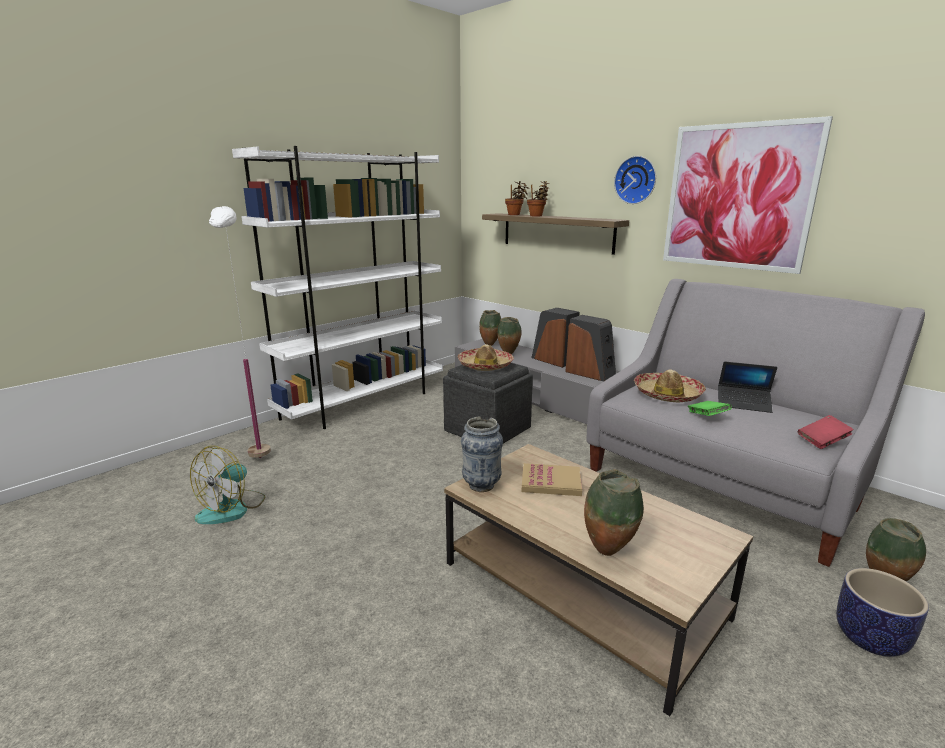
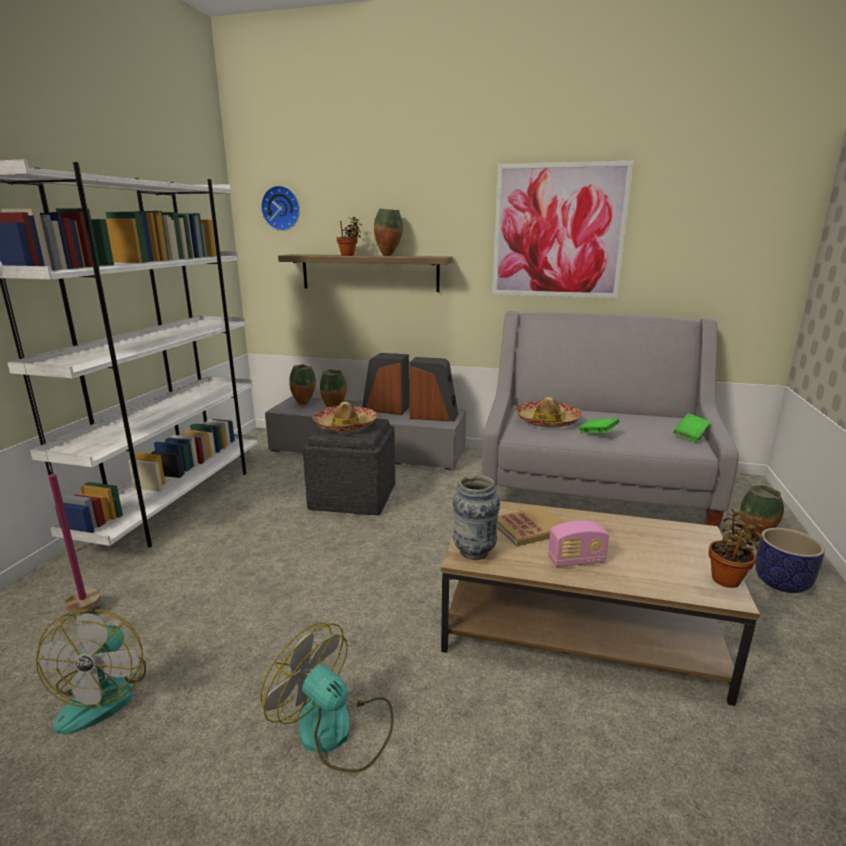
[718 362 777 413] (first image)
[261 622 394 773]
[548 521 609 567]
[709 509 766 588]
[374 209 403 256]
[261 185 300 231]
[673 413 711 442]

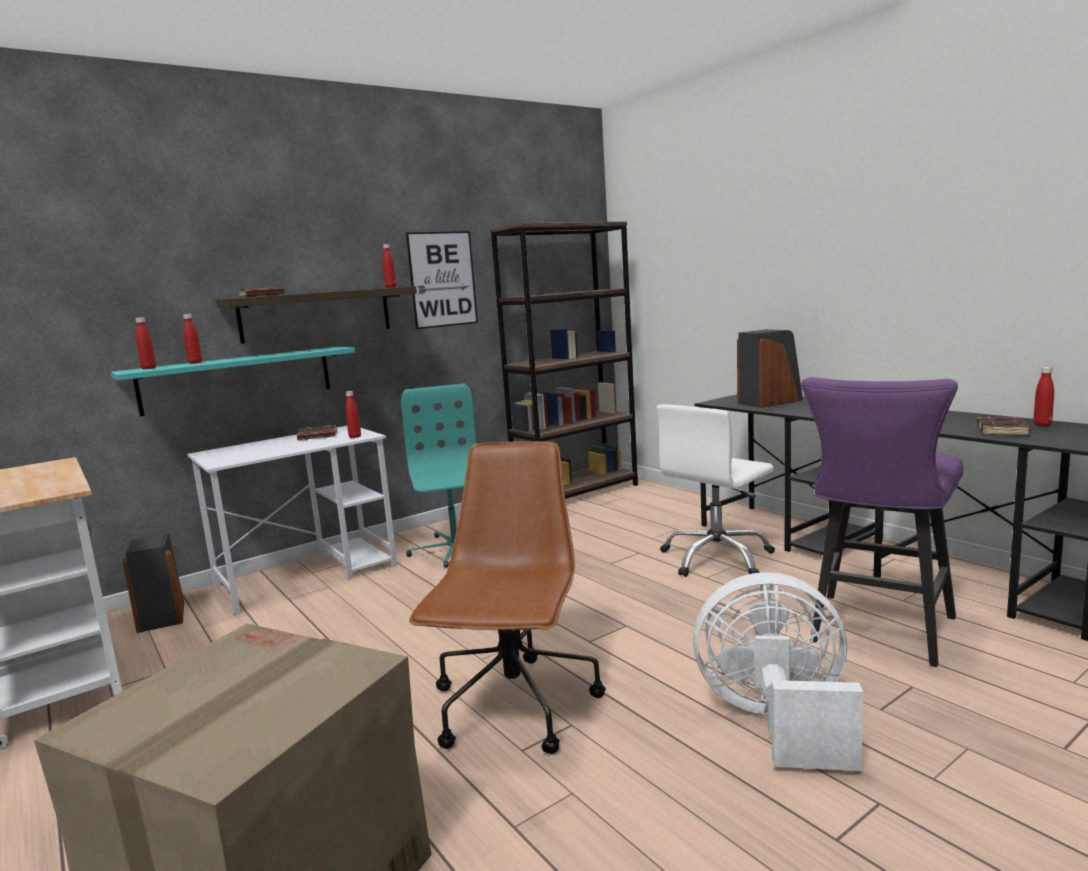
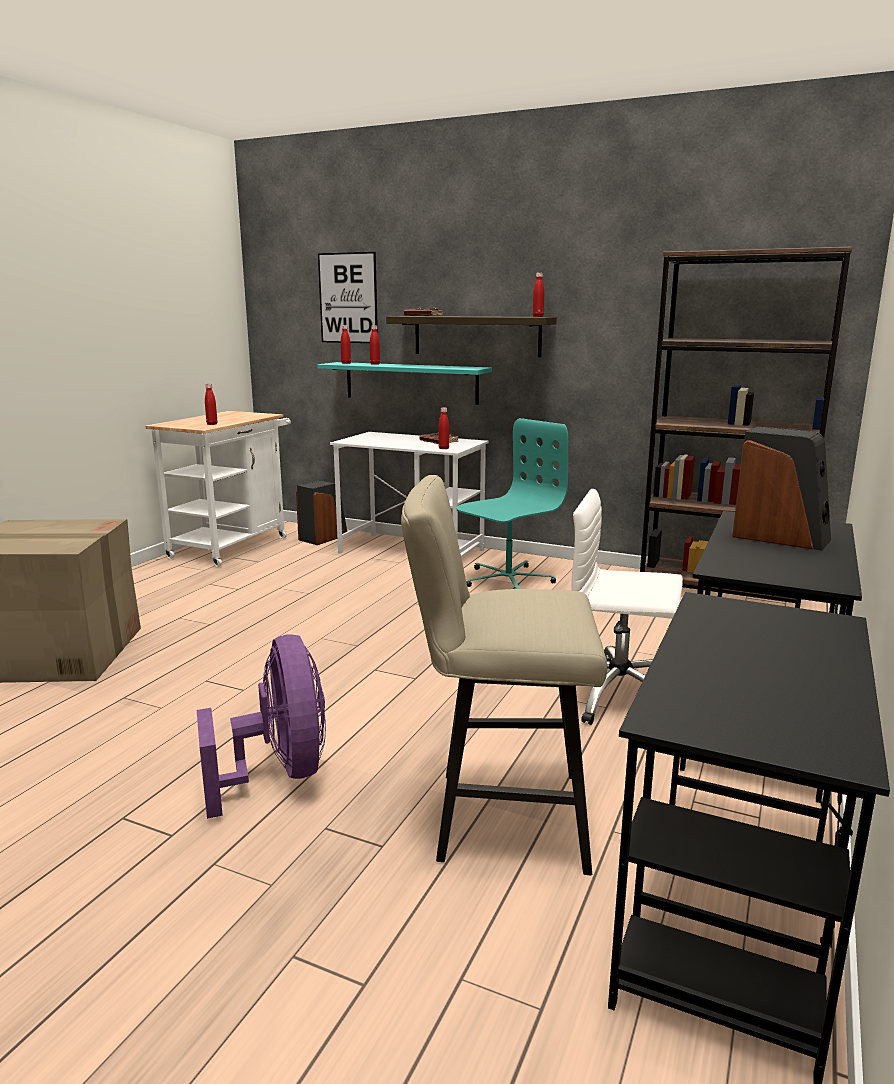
[409 441 606 754] (first image)
[977 417 1031 435] (first image)
[318 252 378 343]
[205 384 217 425]
[197 635 326 819]
[401 475 607 875]

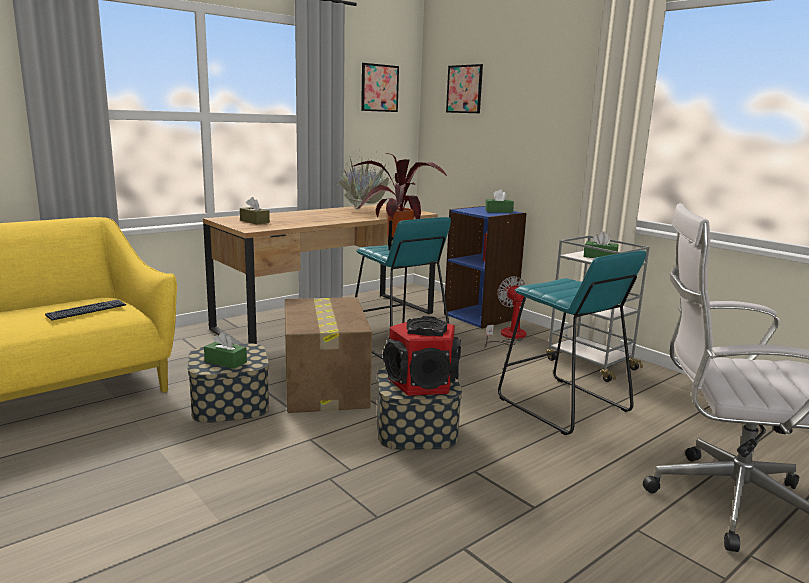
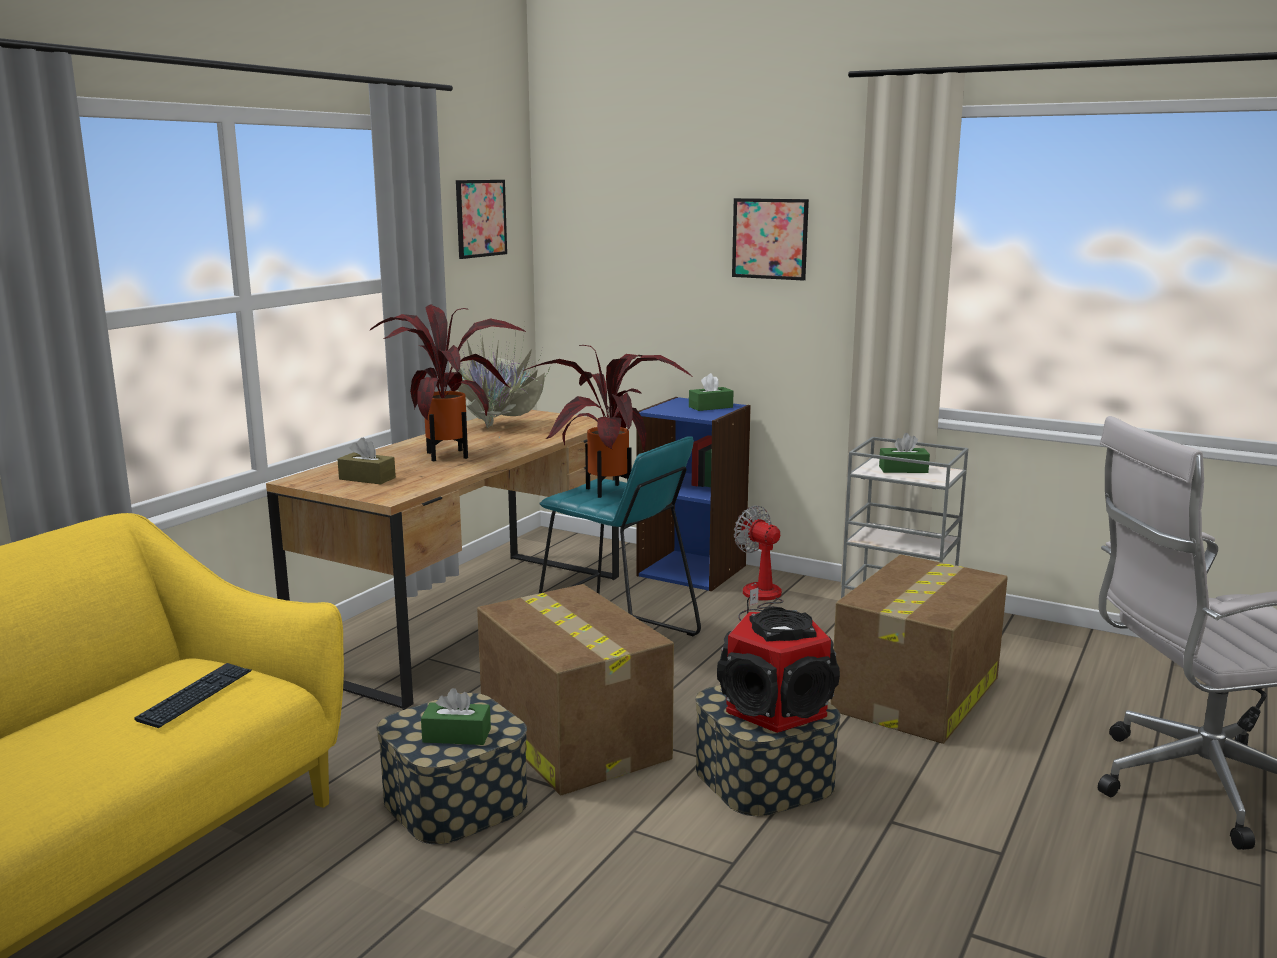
[369 304 526 461]
[732 198 809 281]
[830 555 1008 744]

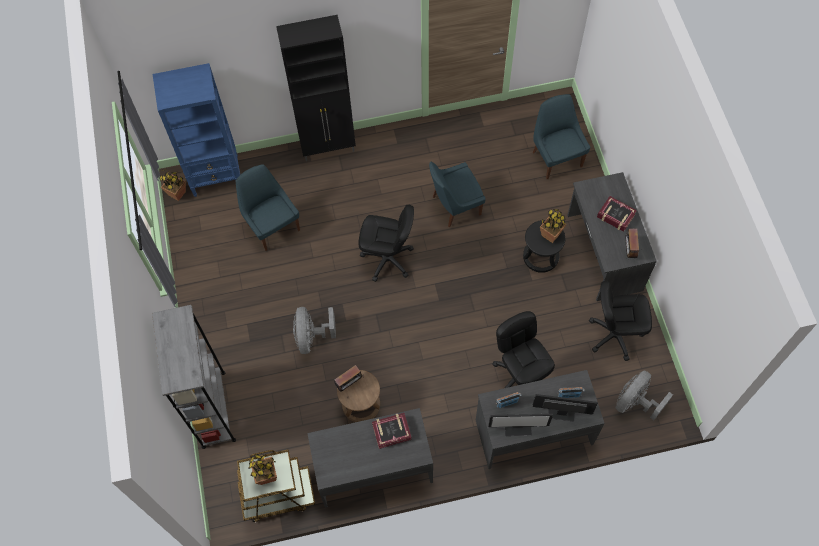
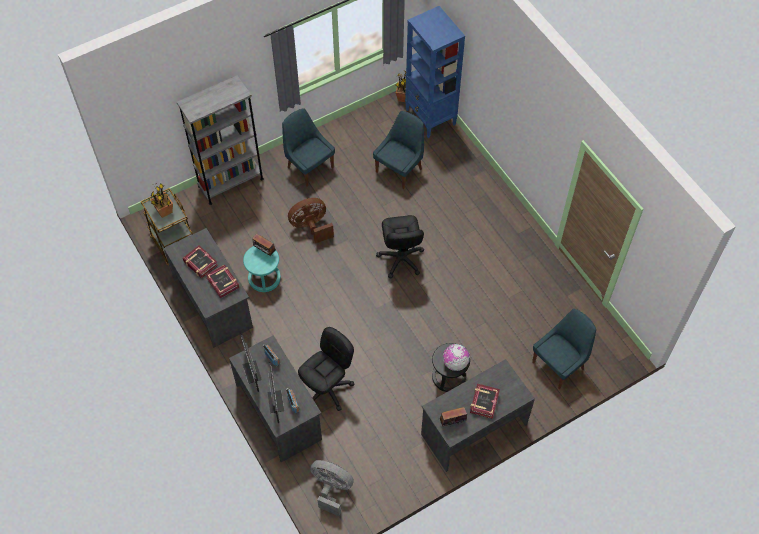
[276 15 356 161] (first image)
[589 281 652 361] (first image)
[183 245 218 278]
[282 108 335 187]
[443 344 470 371]
[288 198 334 243]
[243 246 281 292]

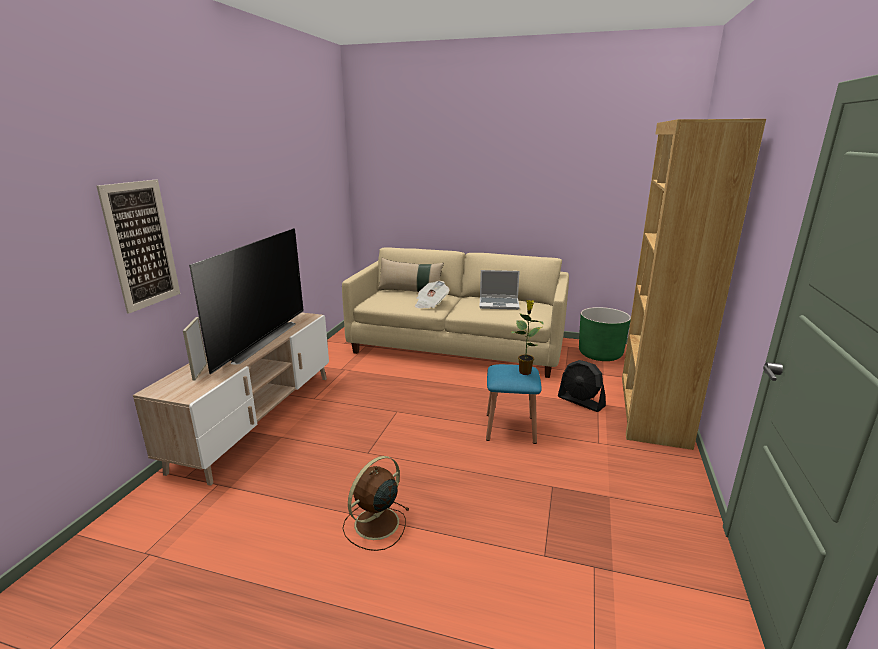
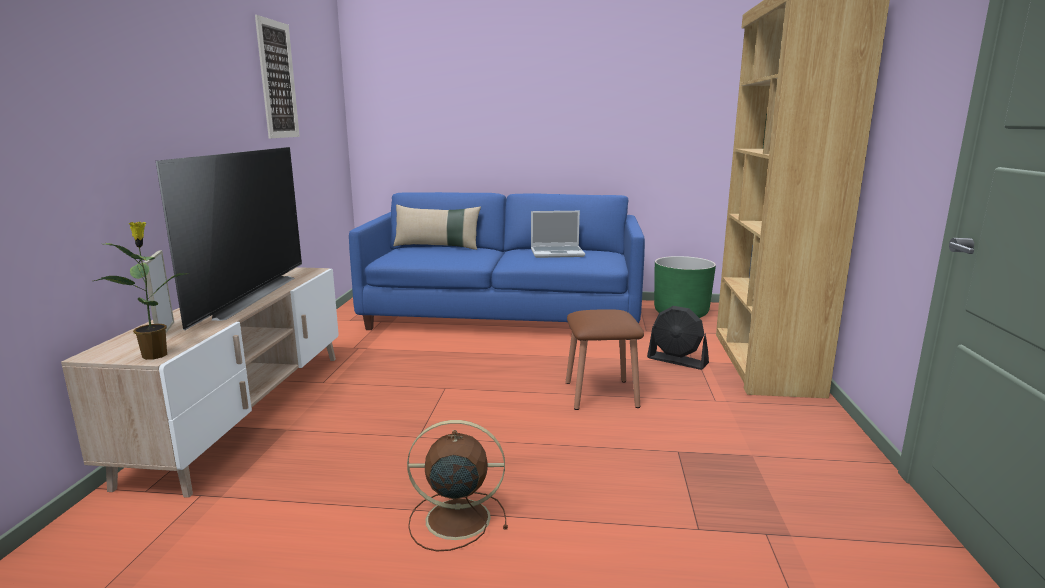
[415 281 449 308] (first image)
[255 15 300 138]
[94 222 190 360]
[349 192 645 330]
[566 309 644 410]
[407 420 508 551]

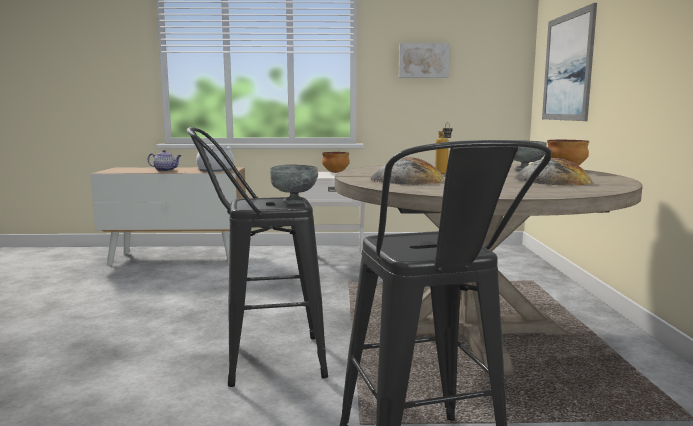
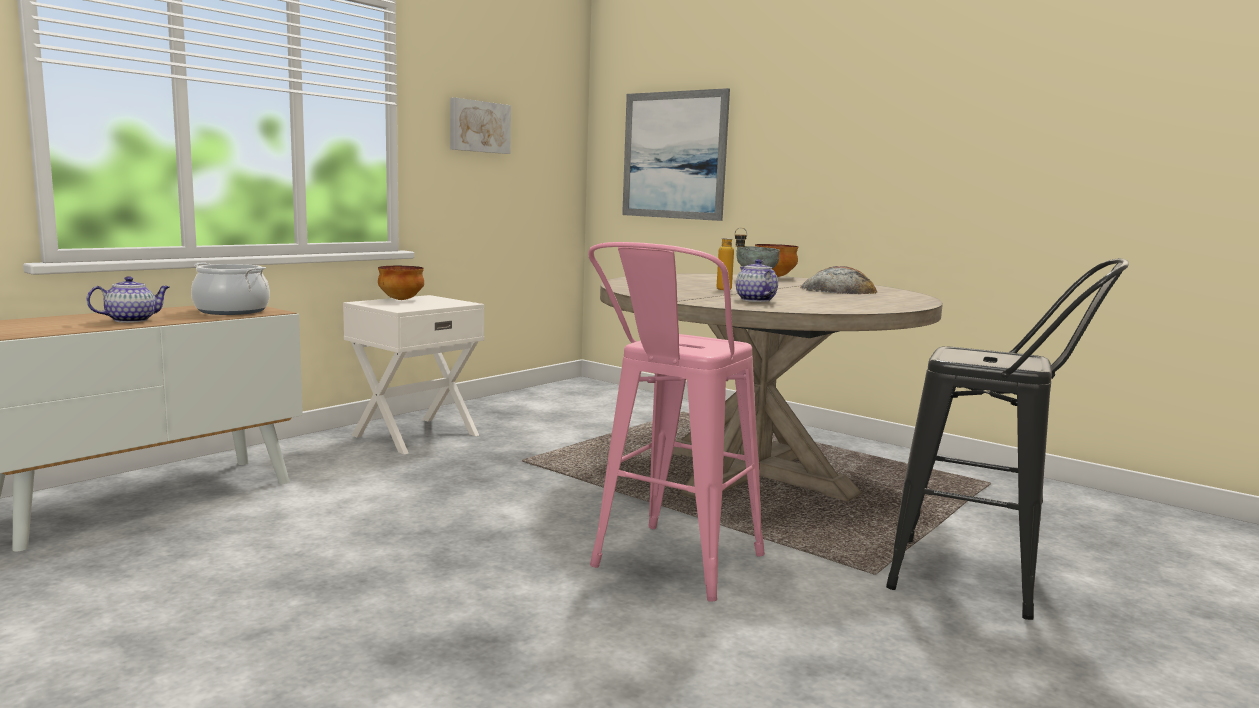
[270 164 318 204] (first image)
[736 259 778 302]
[588 242 765 602]

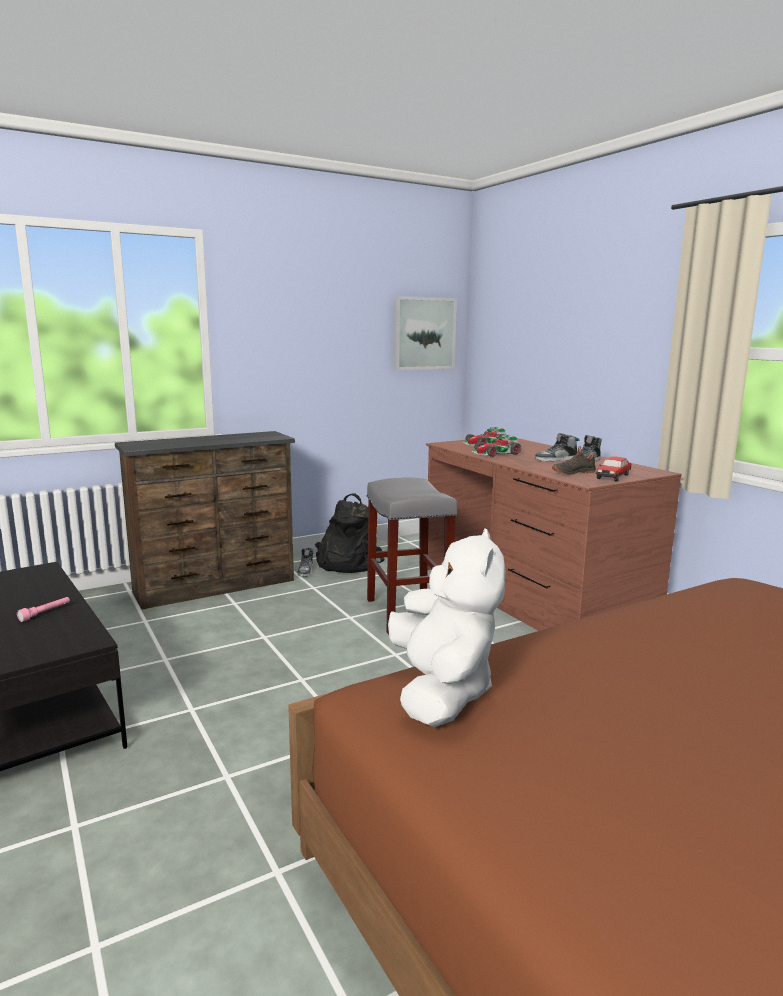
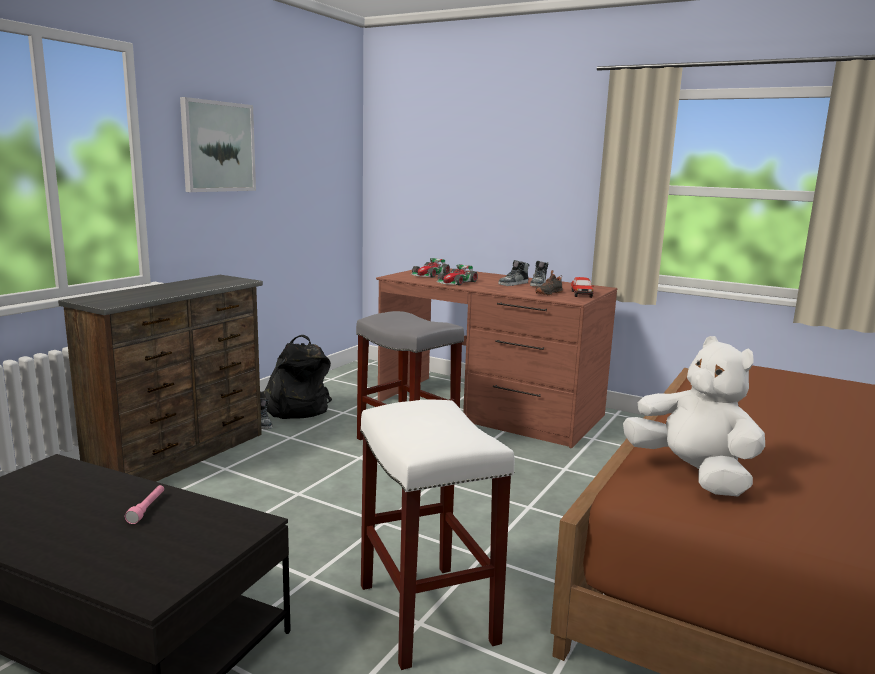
[360 400 515 670]
[180 97 256 192]

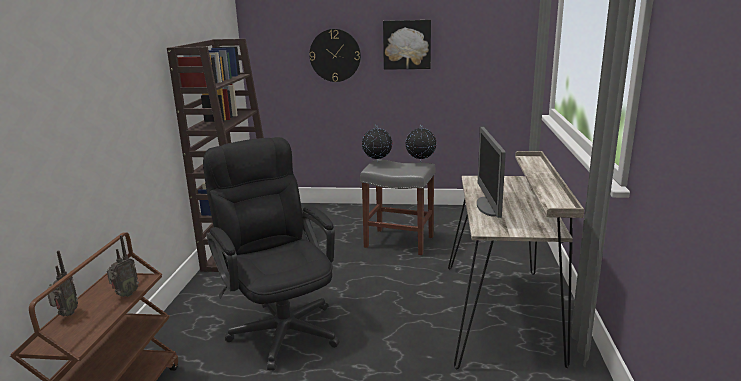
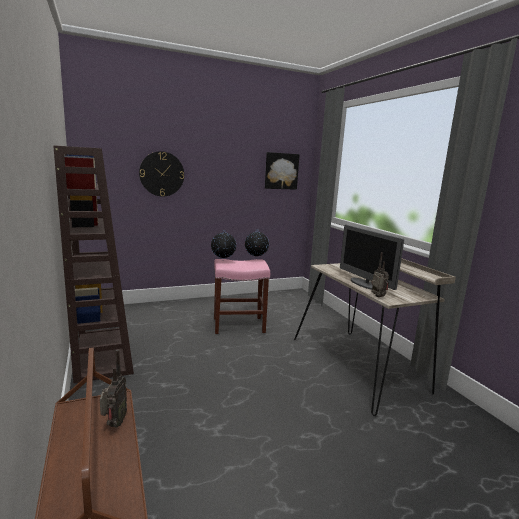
[203 137 340 370] (first image)
[371 252 389 297]
[265 152 300 190]
[214 259 270 334]

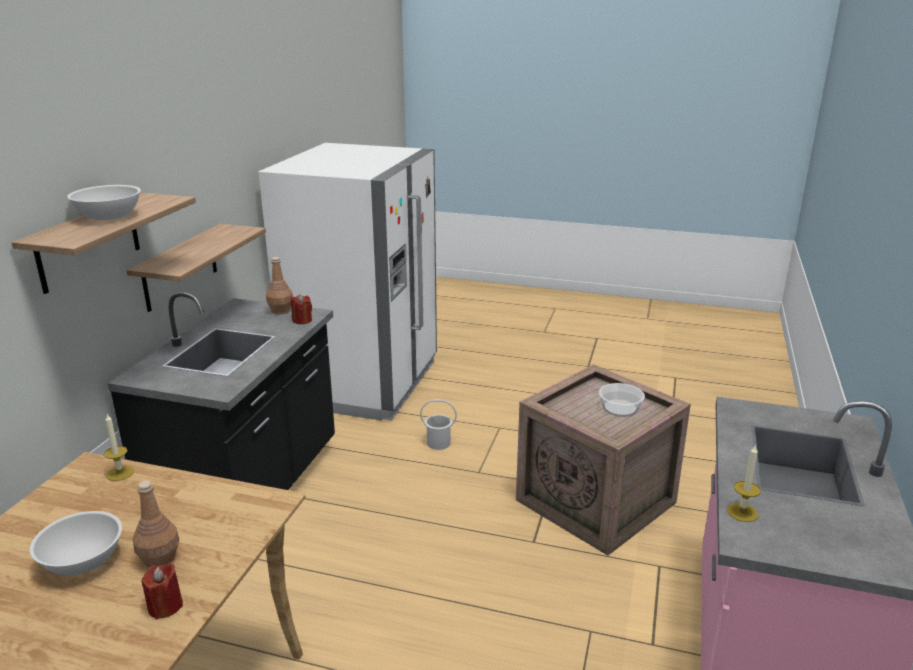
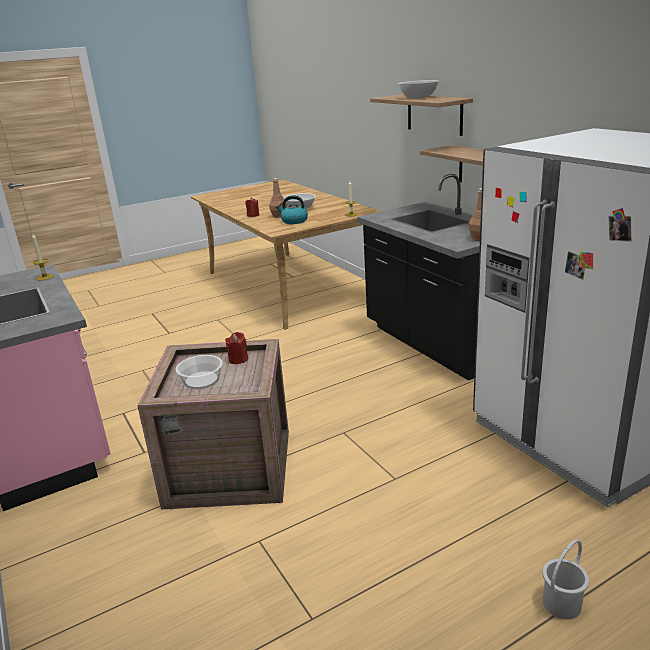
[276 195 308 224]
[225 332 248 364]
[542 540 589 620]

